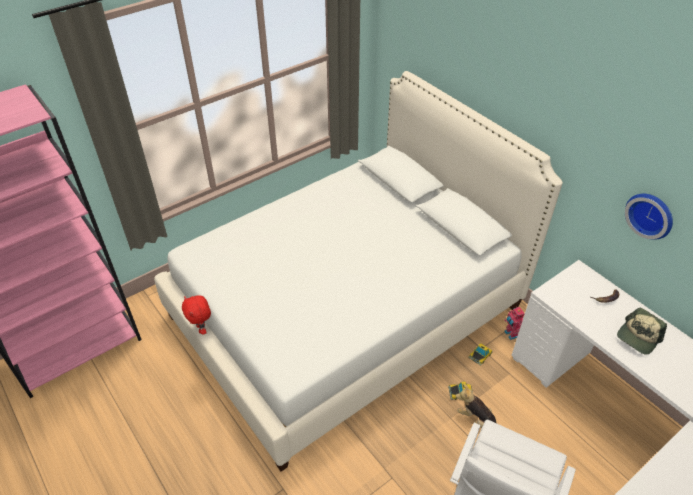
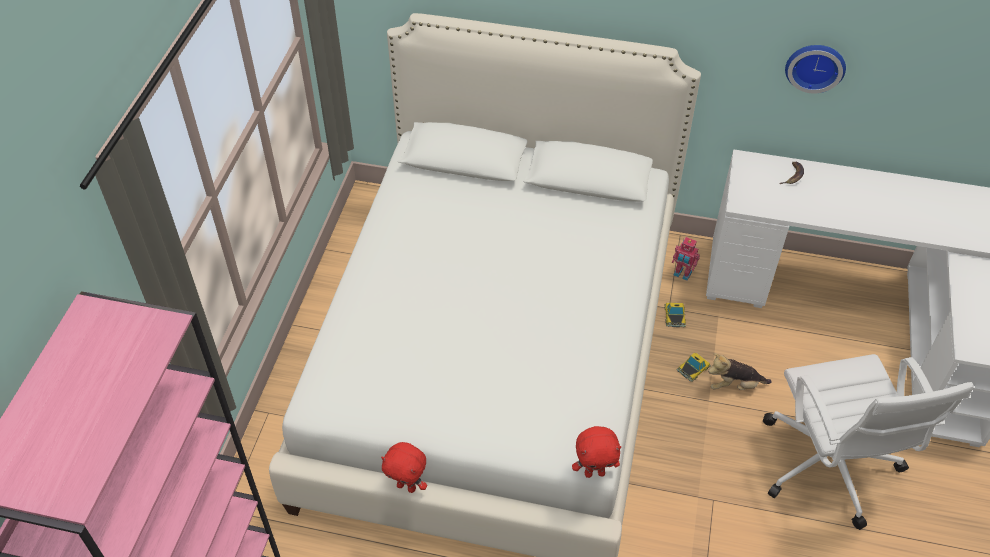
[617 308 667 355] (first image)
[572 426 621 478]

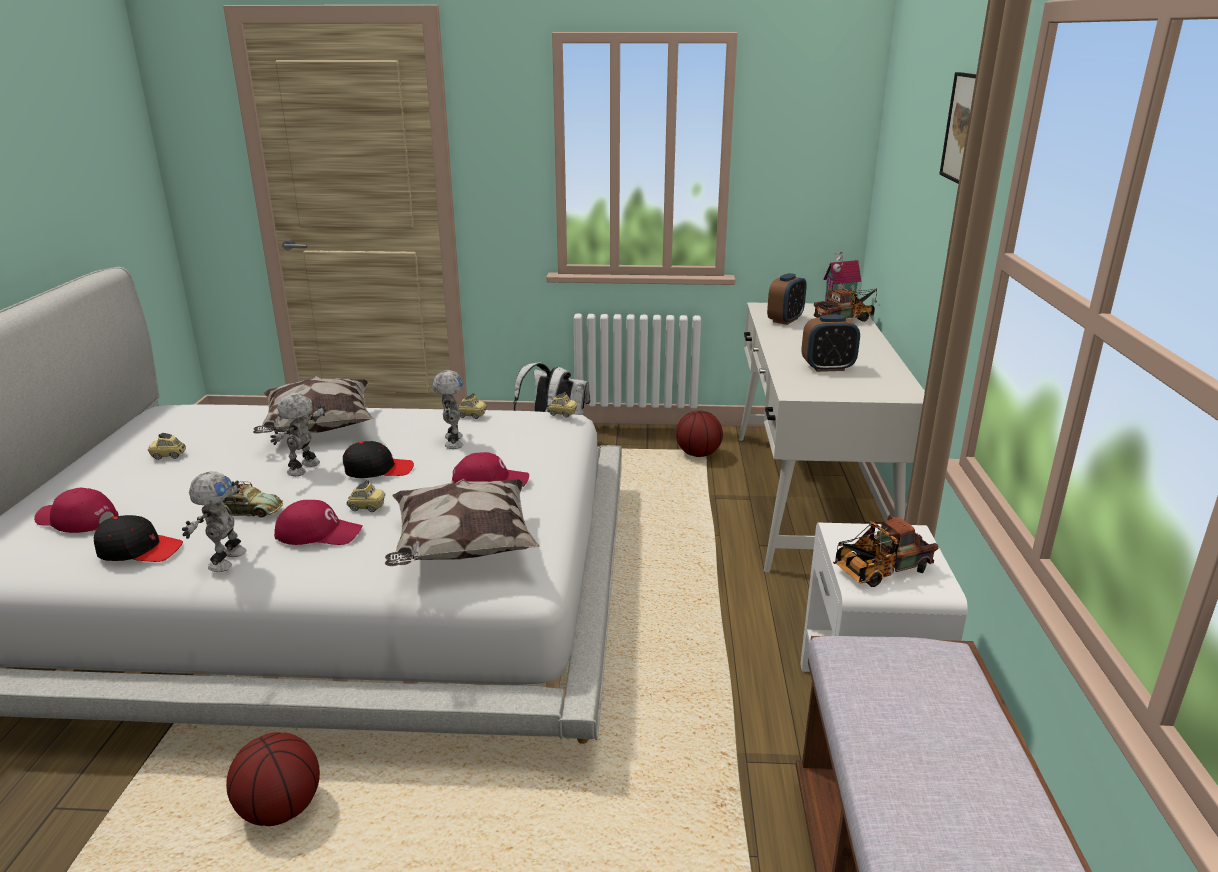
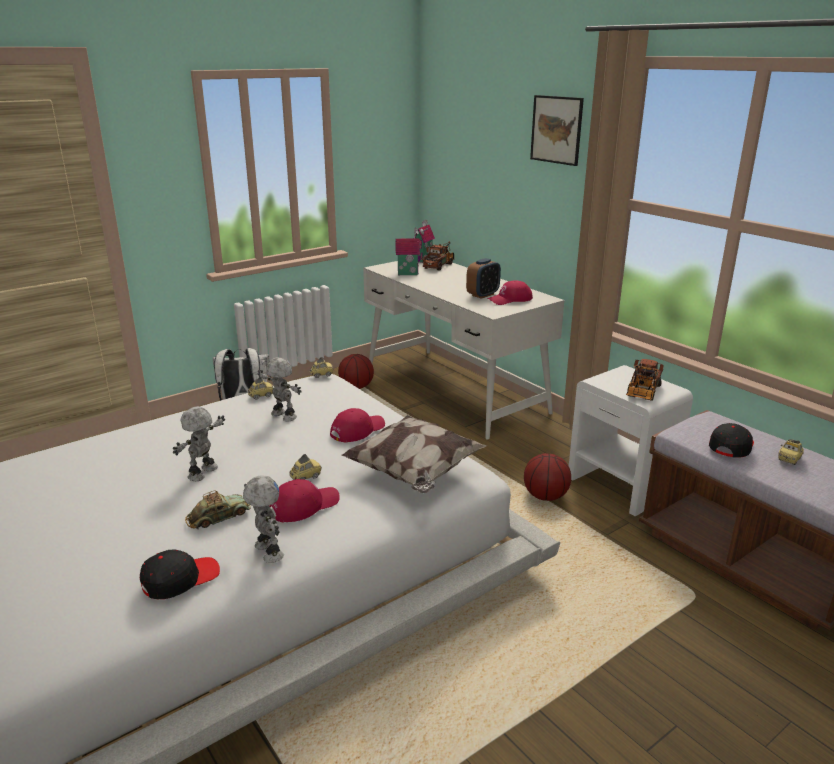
[253 376 374 434] (first image)
[487 280 533 305]
[778 439 804 465]
[524 453 571 501]
[709 423 754 458]
[396 227 420 275]
[173 406 225 481]

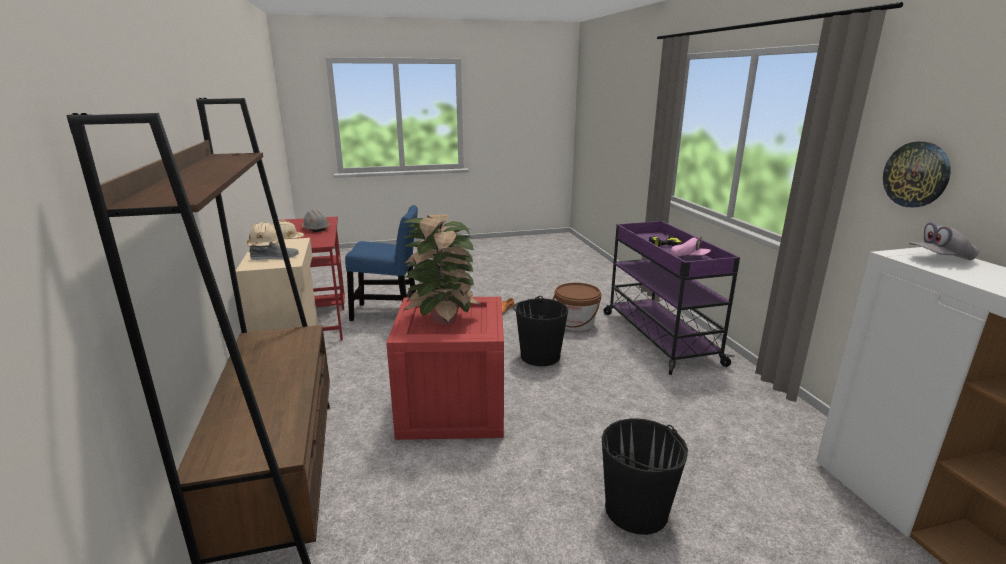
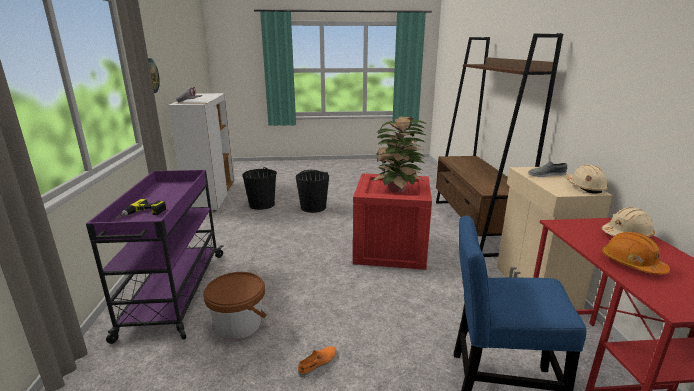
[671 236 711 257] (first image)
[243 167 277 210]
[602 232 670 275]

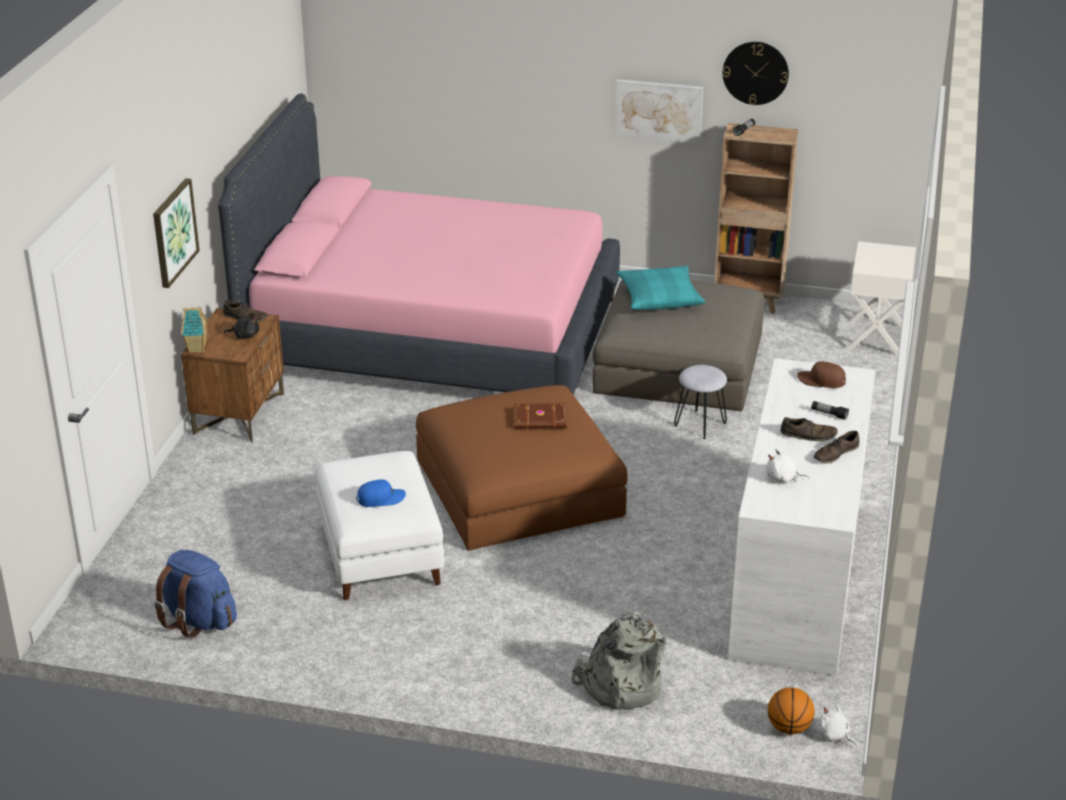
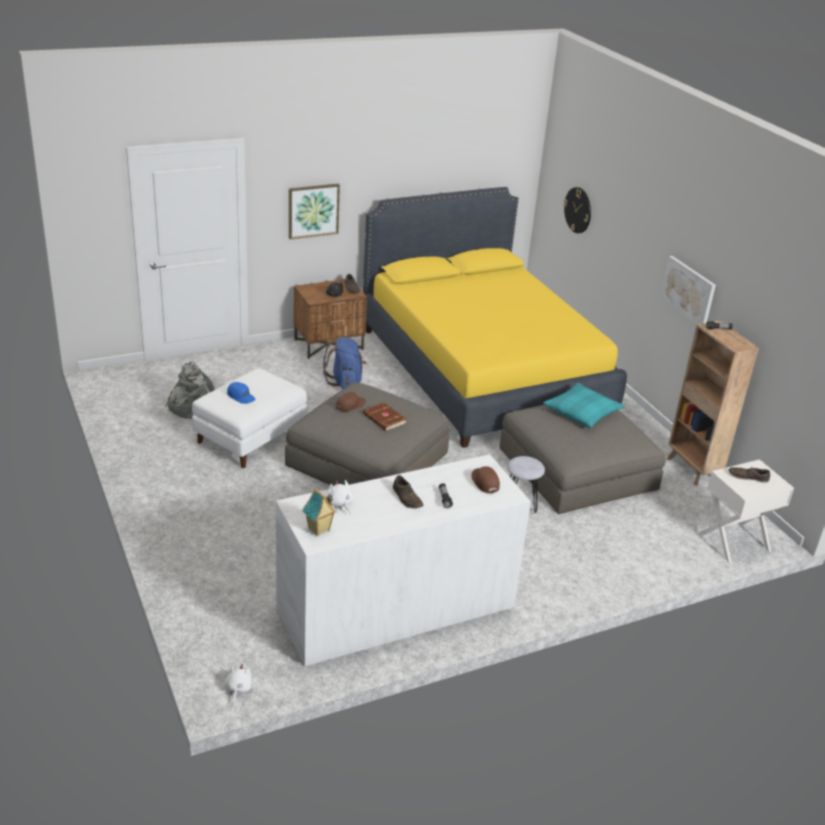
[768 687 814 734] (first image)
[336 392 366 411]
[323 337 367 389]
[303 488 337 536]
[165 361 215 419]
[563 187 591 233]
[729 467 770 483]
[363 187 627 448]
[285 382 450 486]

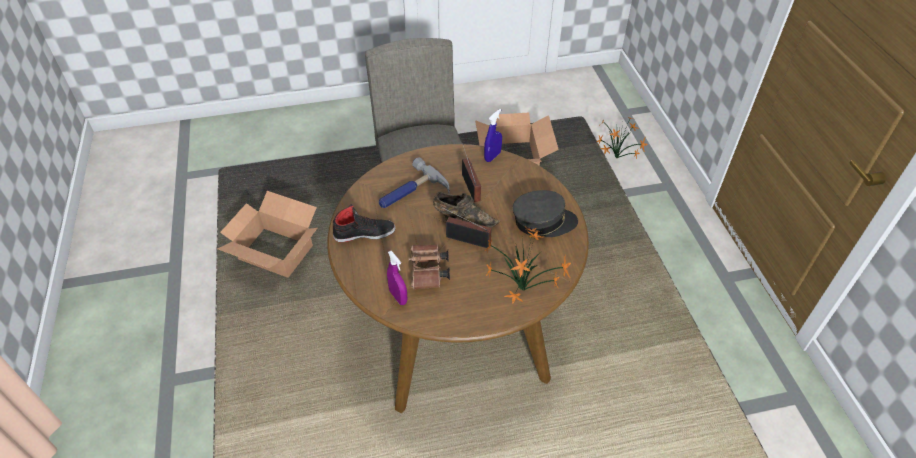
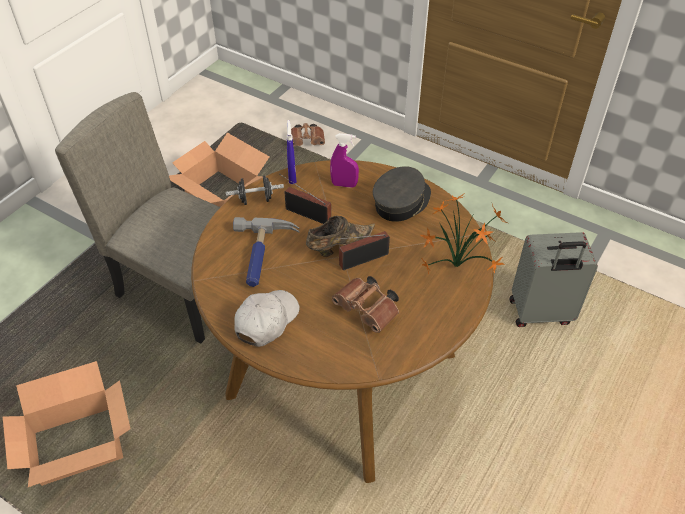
[226 175 284 205]
[509 232 598 327]
[330 133 359 188]
[234 290 300 347]
[291 123 325 146]

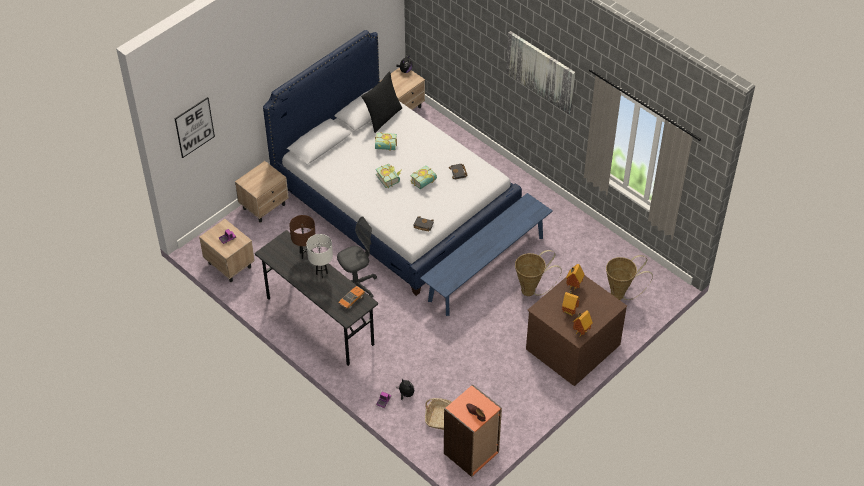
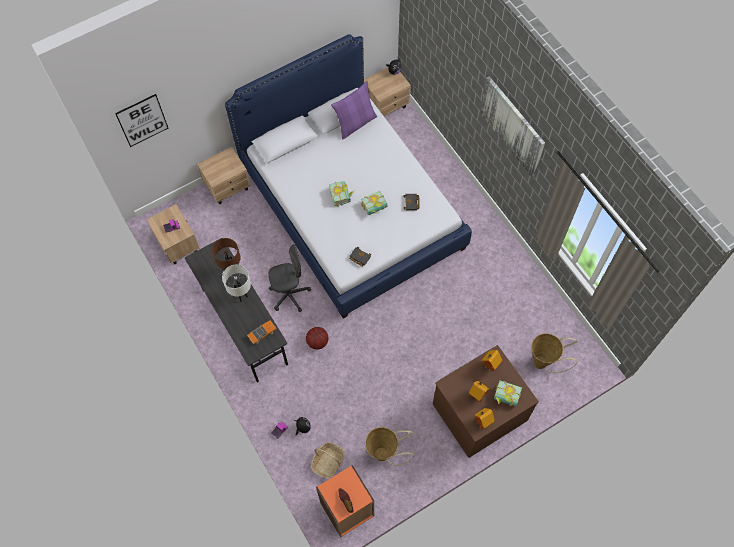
[420 193 553 316] (first image)
[306 327 329 350]
[494 381 522 406]
[365 427 414 466]
[331 81 377 140]

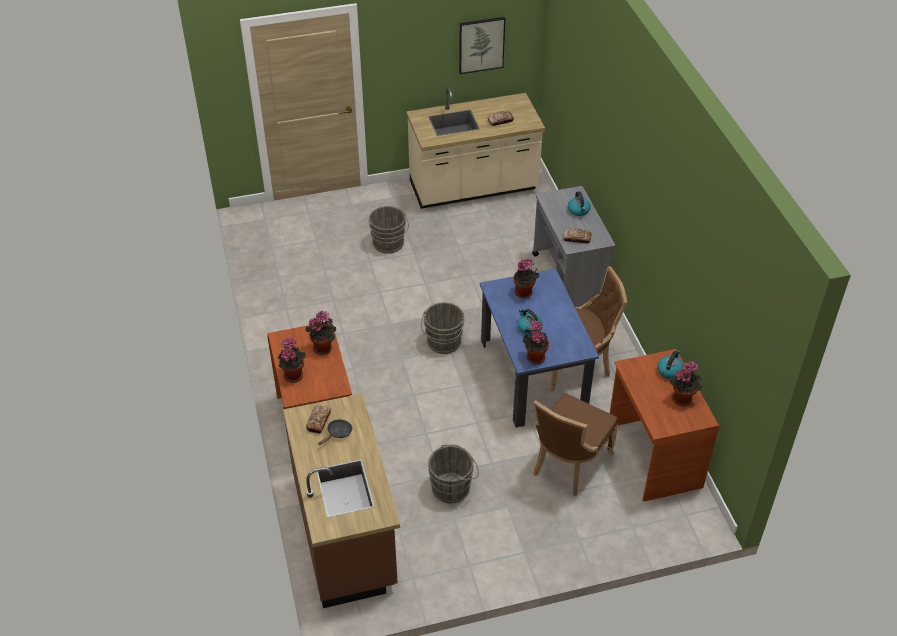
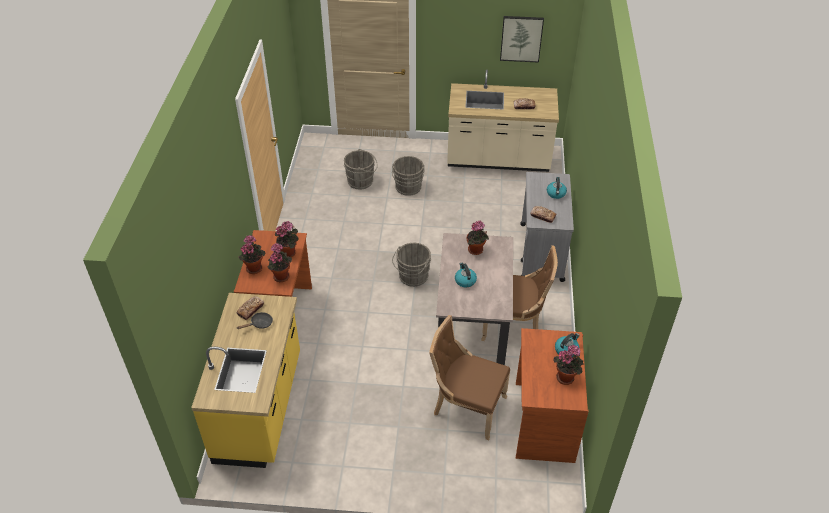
[344 149 377 190]
[267 243 292 282]
[191 293 300 468]
[436 233 513 365]
[429 315 510 440]

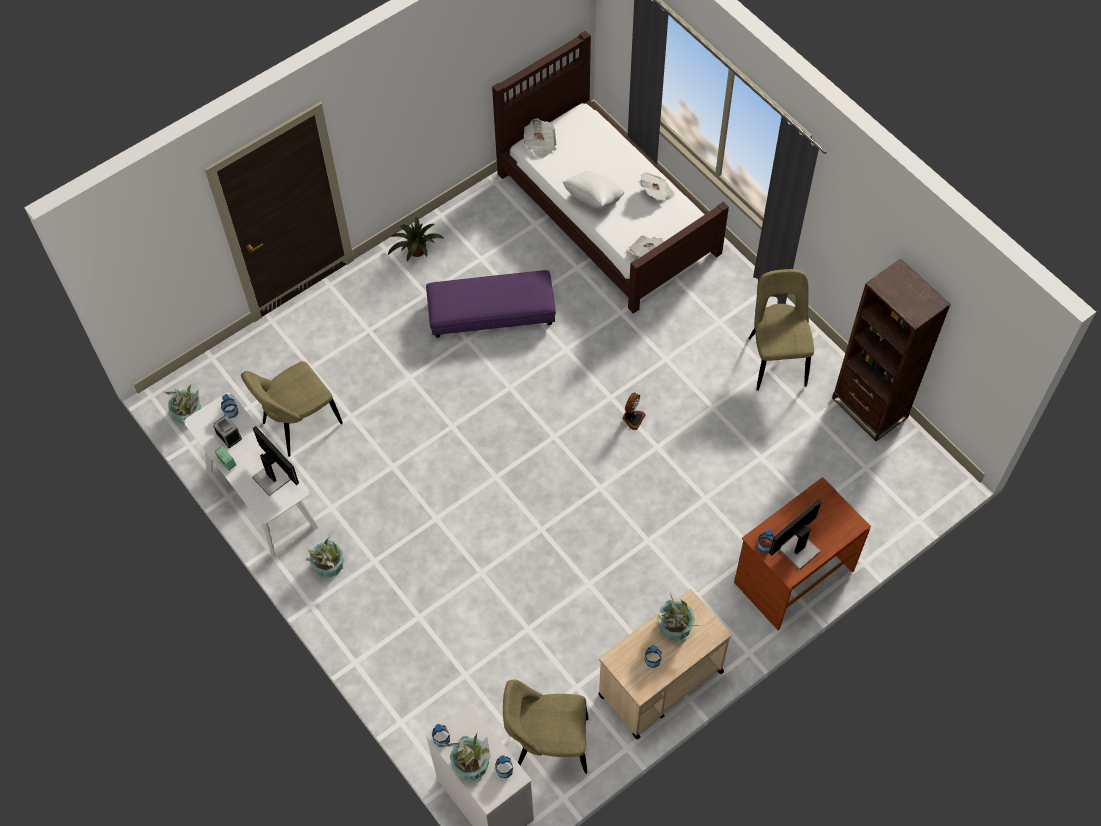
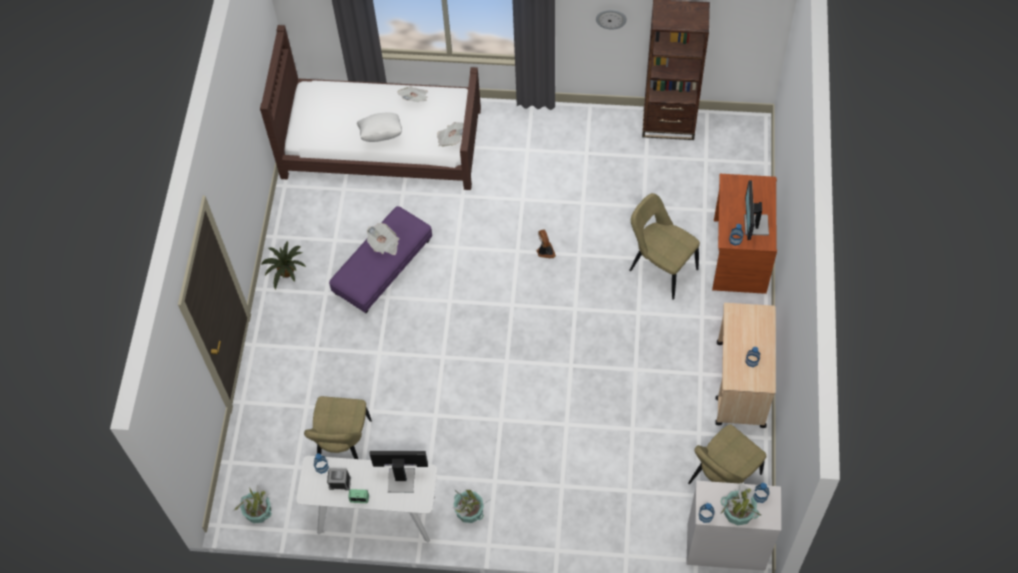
[656 592 703 641] (first image)
[596 10 627 29]
[367 223 399 255]
[629 193 700 300]

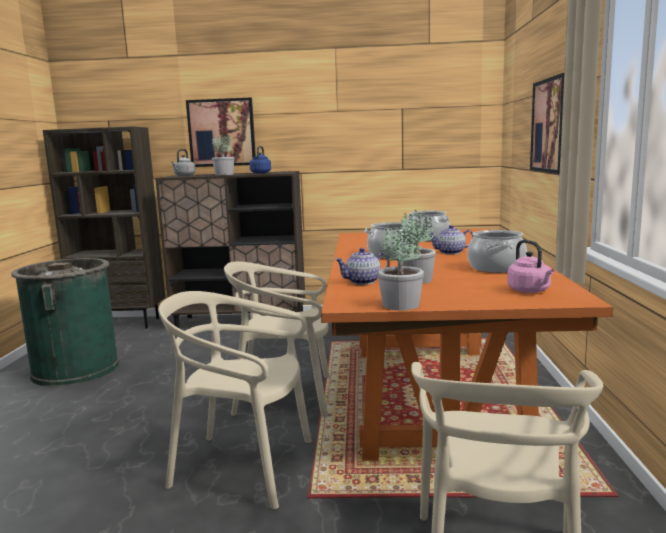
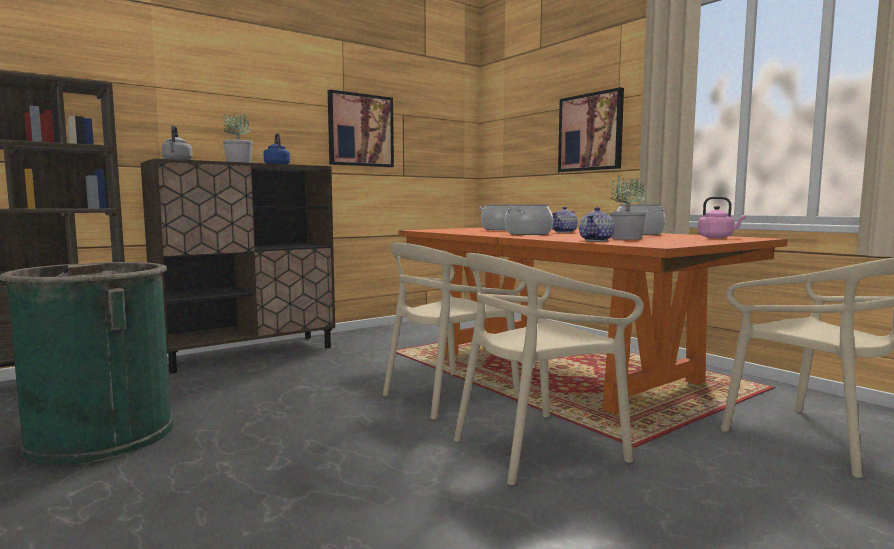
[378 227 424 310] (first image)
[328 90 394 167]

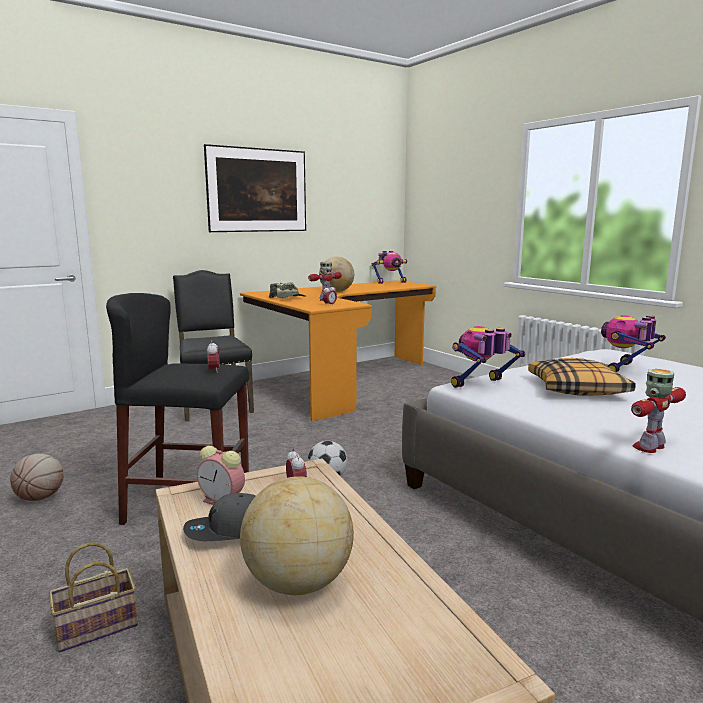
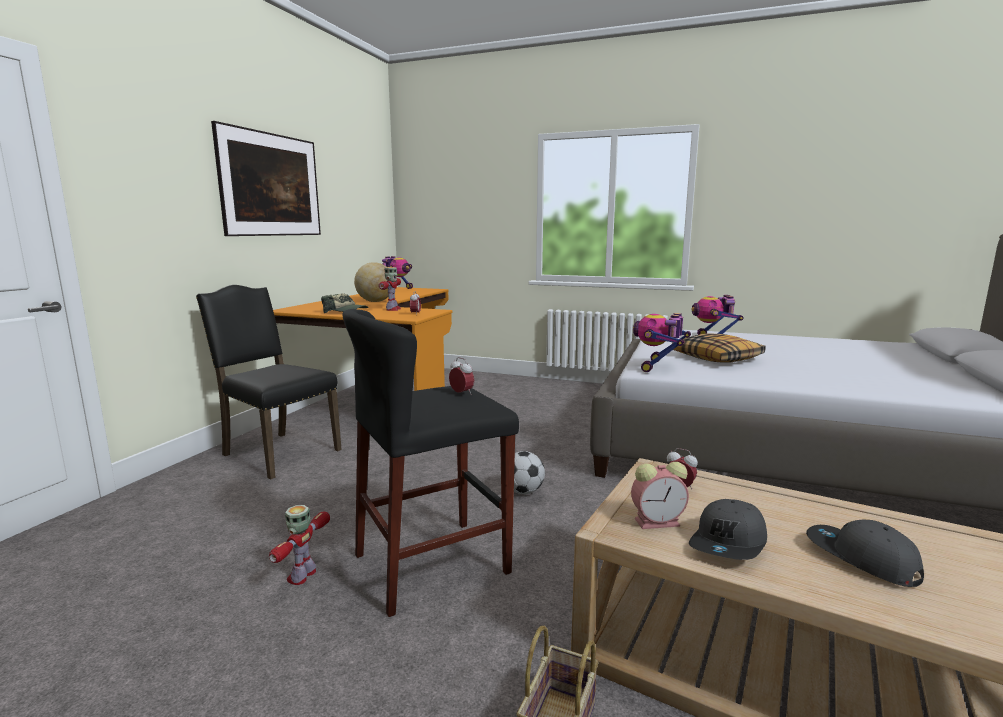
[10 454 64 501] (first image)
[269 505 330 585]
[806 520 924 587]

